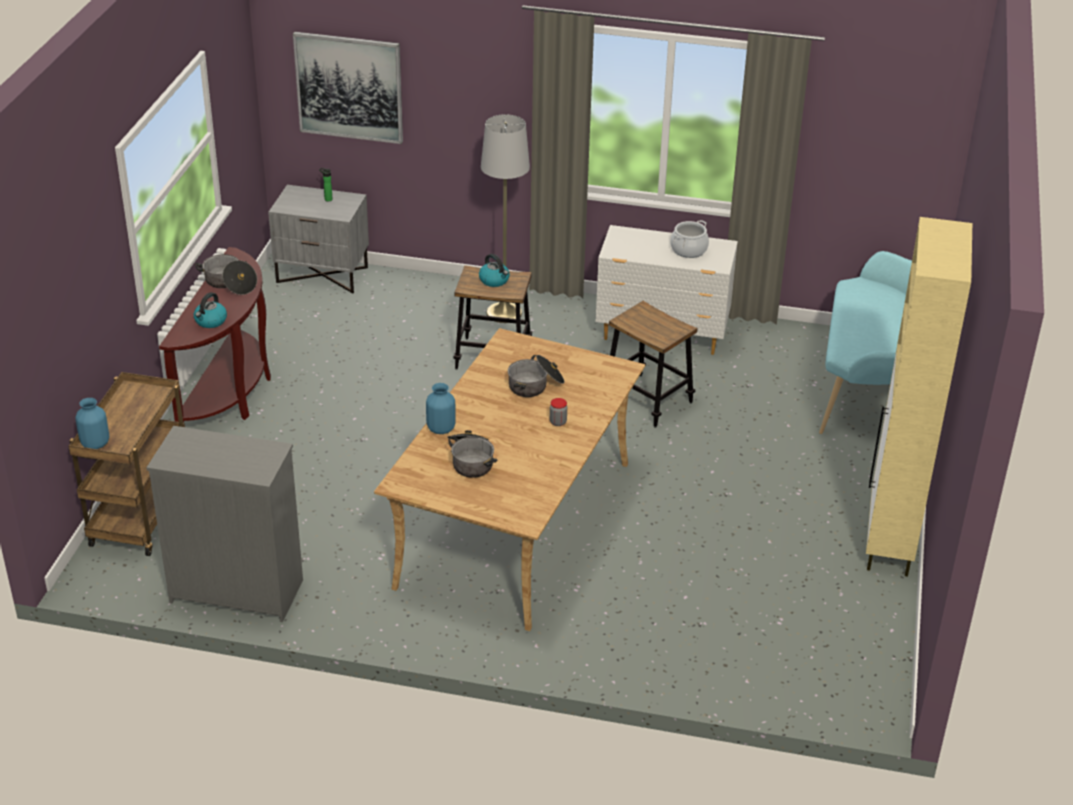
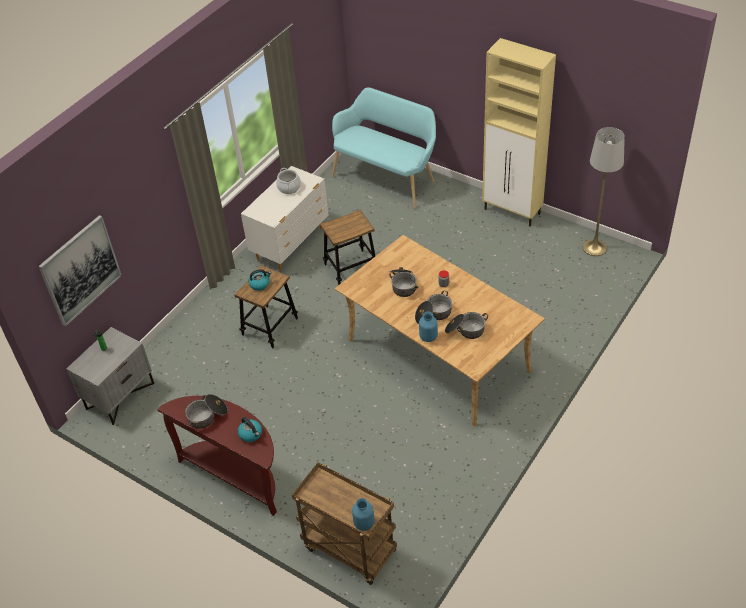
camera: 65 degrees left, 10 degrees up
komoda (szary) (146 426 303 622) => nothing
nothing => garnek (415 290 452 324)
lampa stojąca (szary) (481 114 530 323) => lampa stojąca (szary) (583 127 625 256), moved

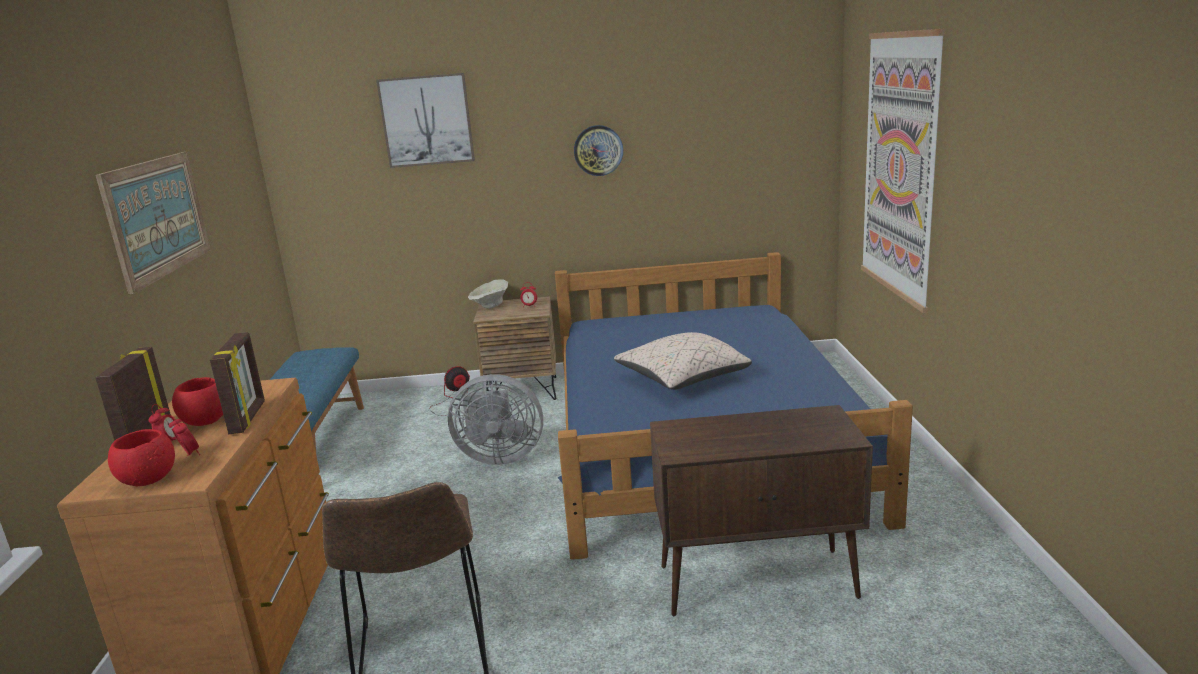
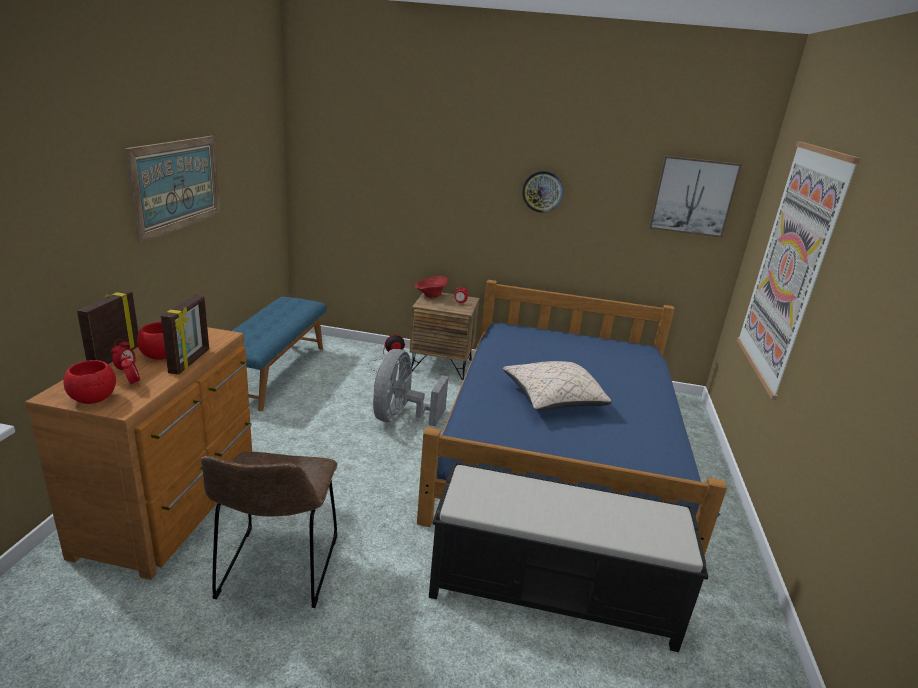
camera: 10 degrees right, 5 degrees up
obraz (376 73 475 168) => obraz (649 155 742 238), moved
szafka (brązowy) (650 405 873 617) => ławka (czarny) (429 462 708 652)
miska (beżowy) (468 279 508 309) => miska (czerwony) (415 276 449 298)
wentylator (szary) (448 374 543 465) => wentylator (szary) (373 349 448 427), 90 degrees clockwise

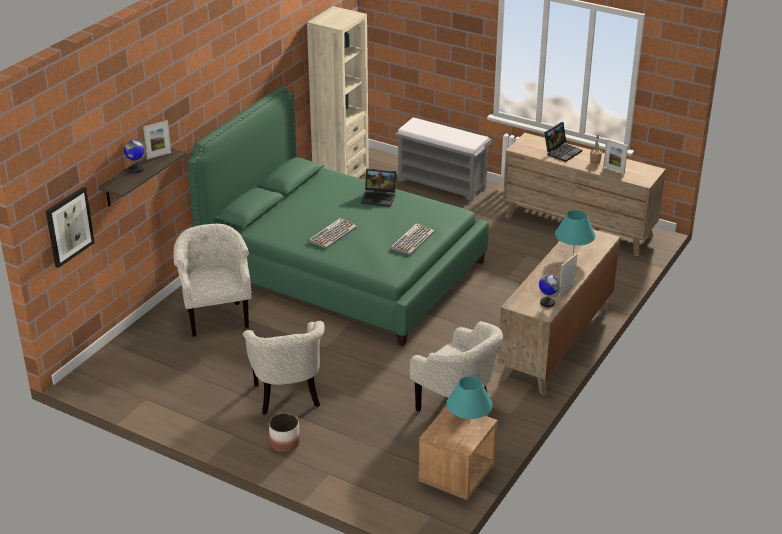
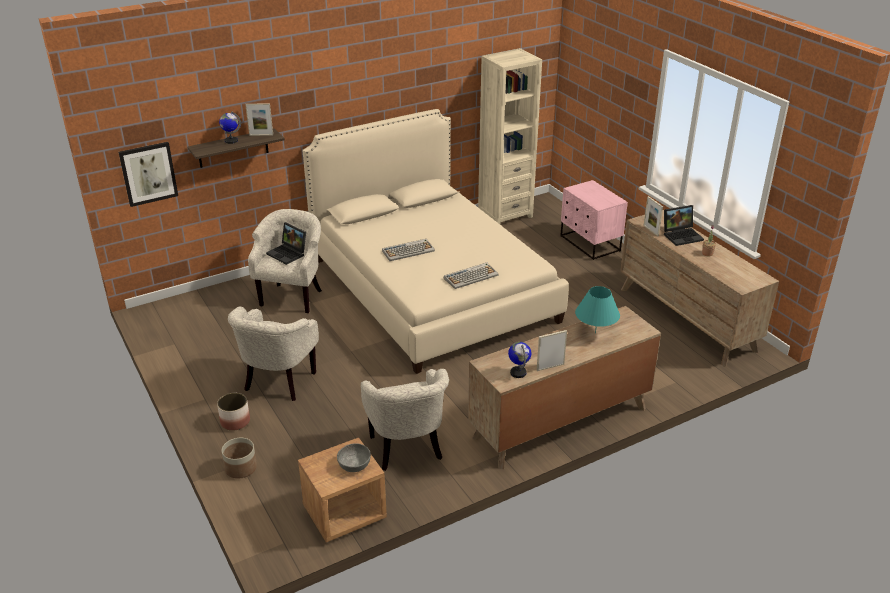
camera: 30 degrees right, 0 degrees up
nothing => donica (221 438 257 479)
laptop (361 169 396 207) => laptop (266 222 306 265), moved
ramka na zdjęcie (603 139 628 174) => ramka na zdjęcie (643 196 663 236), moved
ławka (szary) (395 117 492 202) => szafka nocna (różowy) (560 180 628 260)
lampa stołowa (turkusowy) (447 376 493 424) => miska (szary) (337 443 371 472)
łóżko (zielony) (187 86 489 346) => łóżko (beżowy) (303 109 569 374)

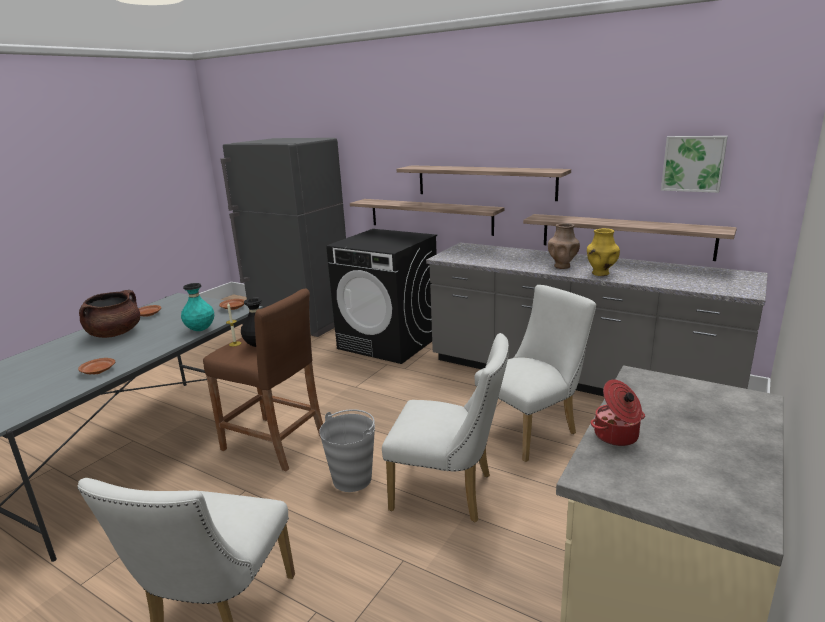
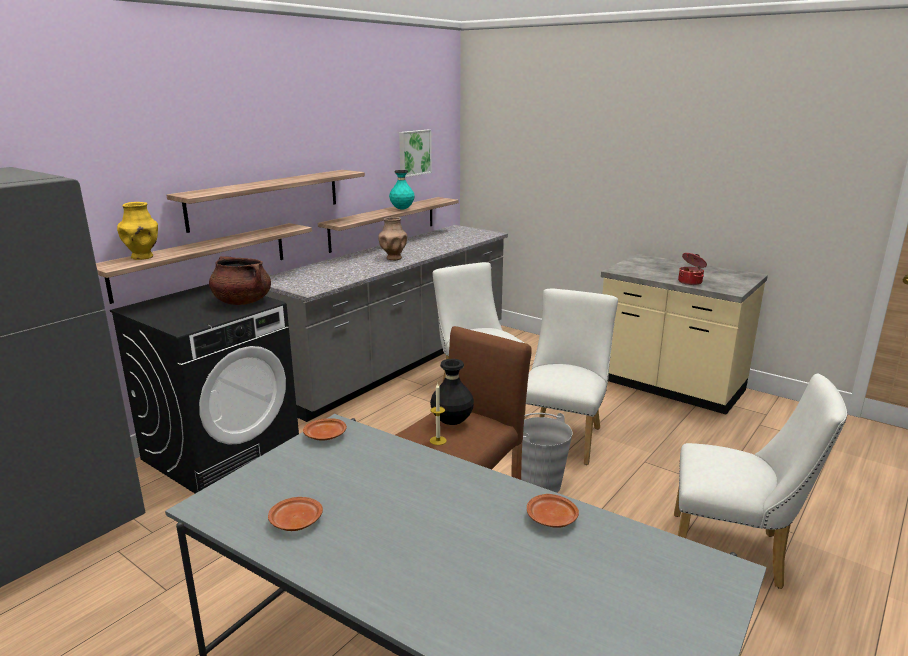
camera: 85 degrees left, 0 degrees up
garnek (brązowy) (79 290 140 338) => garnek (brązowy) (209 256 271 305), moved
wazon (turkusowy) (181 283 214 331) => wazon (turkusowy) (389 170 415 210), moved
wazon (żółty) (587 228 620 276) => wazon (żółty) (117 202 158 260), moved

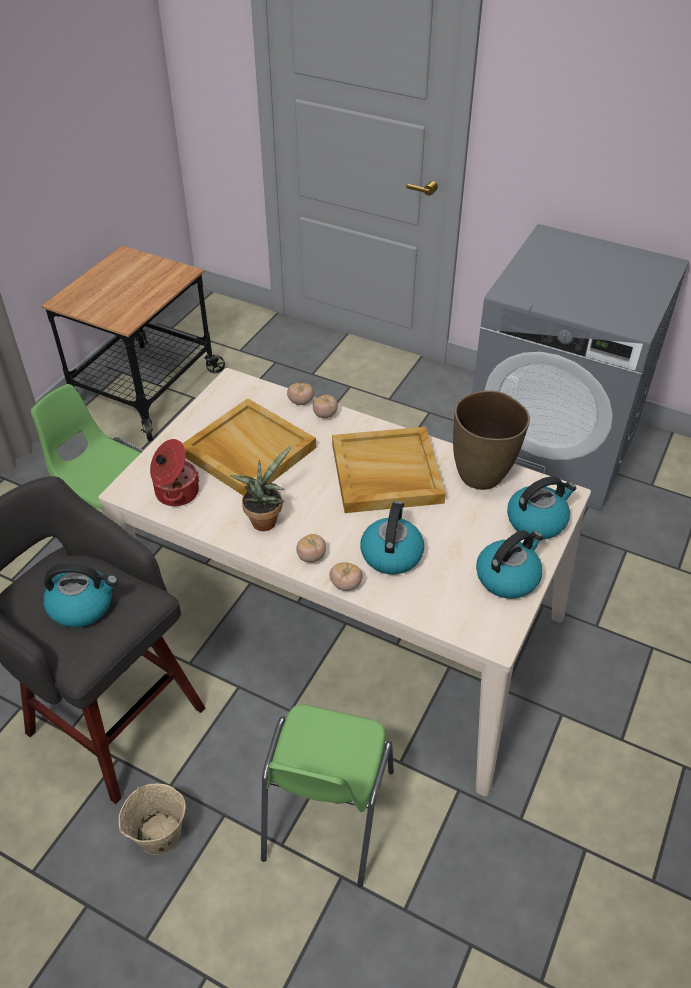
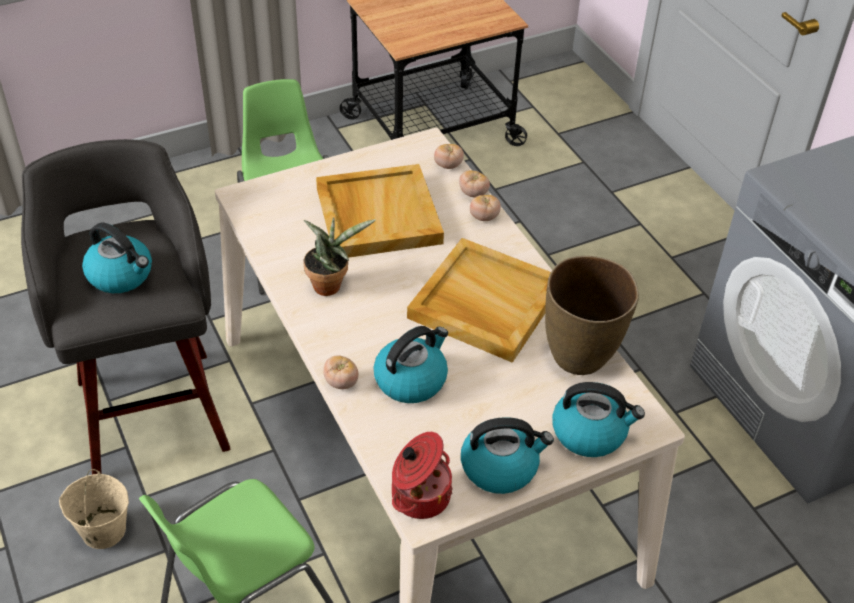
camera: 35 degrees right, 0 degrees up
garnek (150 439 200 506) => garnek (392 432 453 519), moved
pomidor (296 534 326 562) => pomidor (434 144 464 169), moved

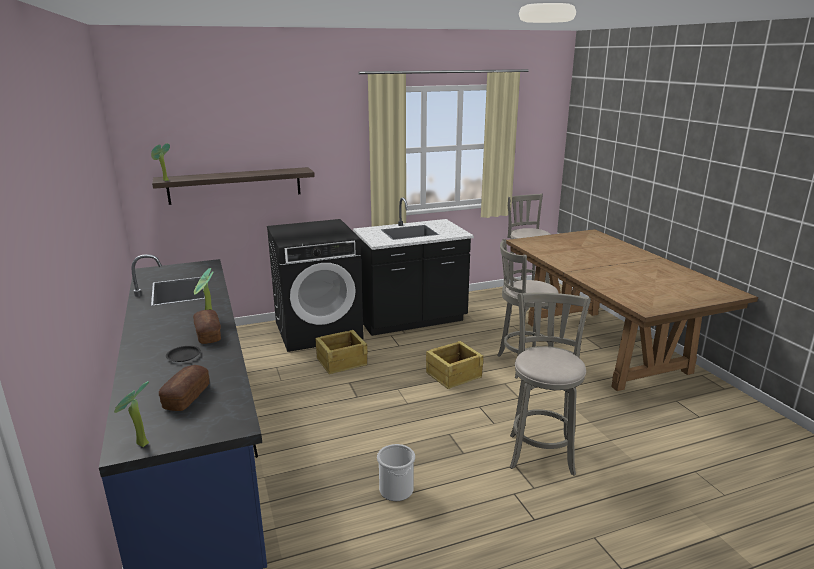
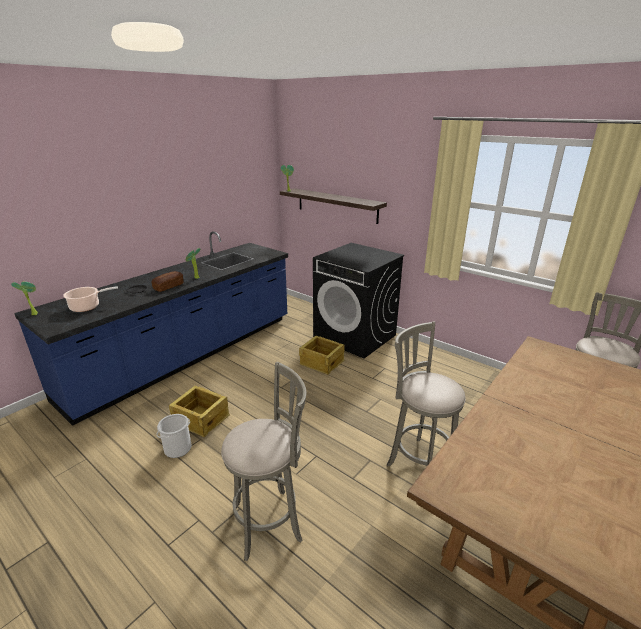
camera: 60 degrees right, 5 degrees up
zabudowa kuchenna (czarny) (353 197 474 336) => nothing
skrzynka (426 341 483 389) => skrzynka (169 386 230 437), moved
chleb (159 365 209 411) => garnek (63 286 118 312)

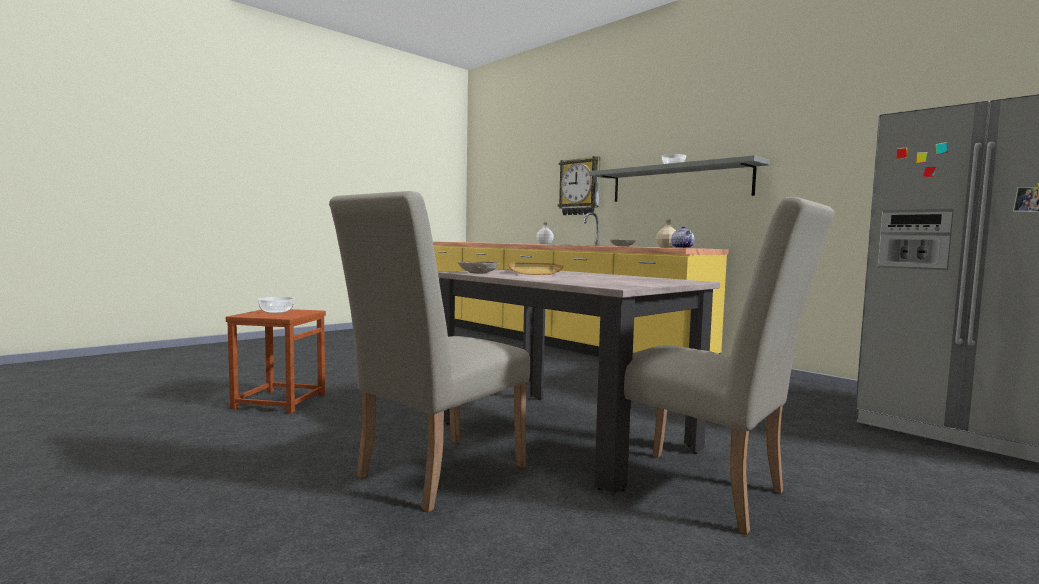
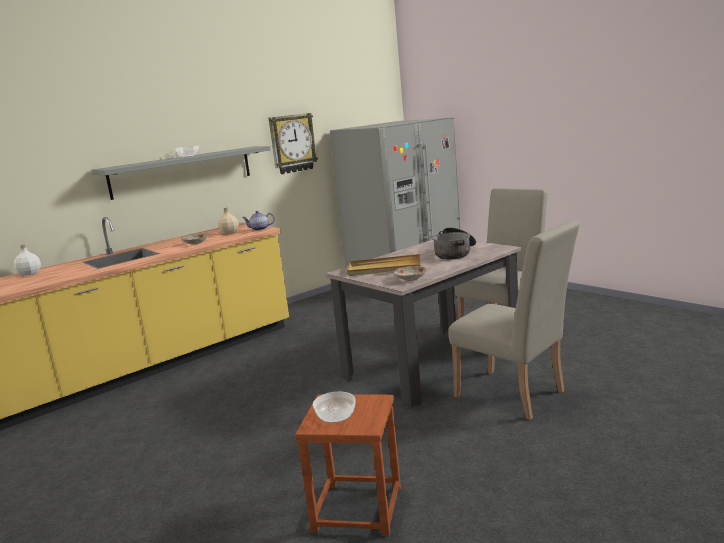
camera: 85 degrees left, 10 degrees up
nothing => garnek (432 227 476 259)
zegar ścienny (558 156 600 215) => zegar ścienny (269 113 318 174), moved

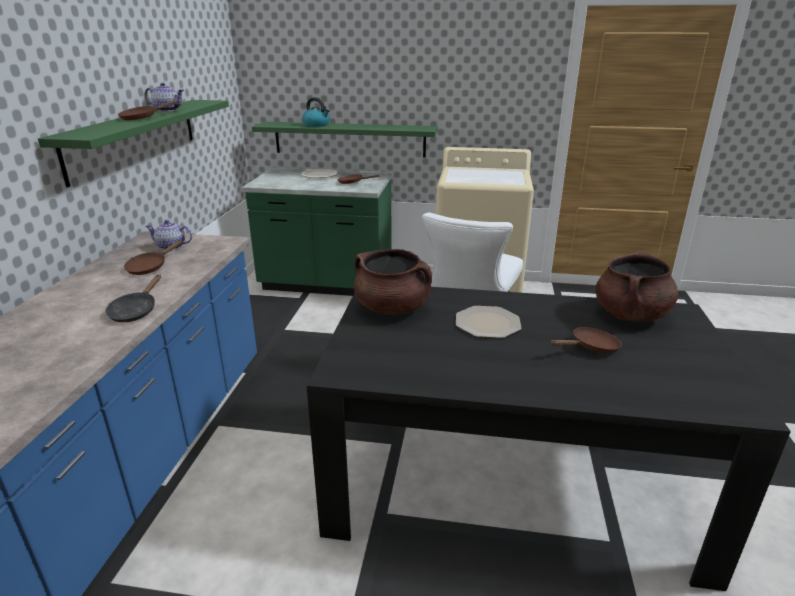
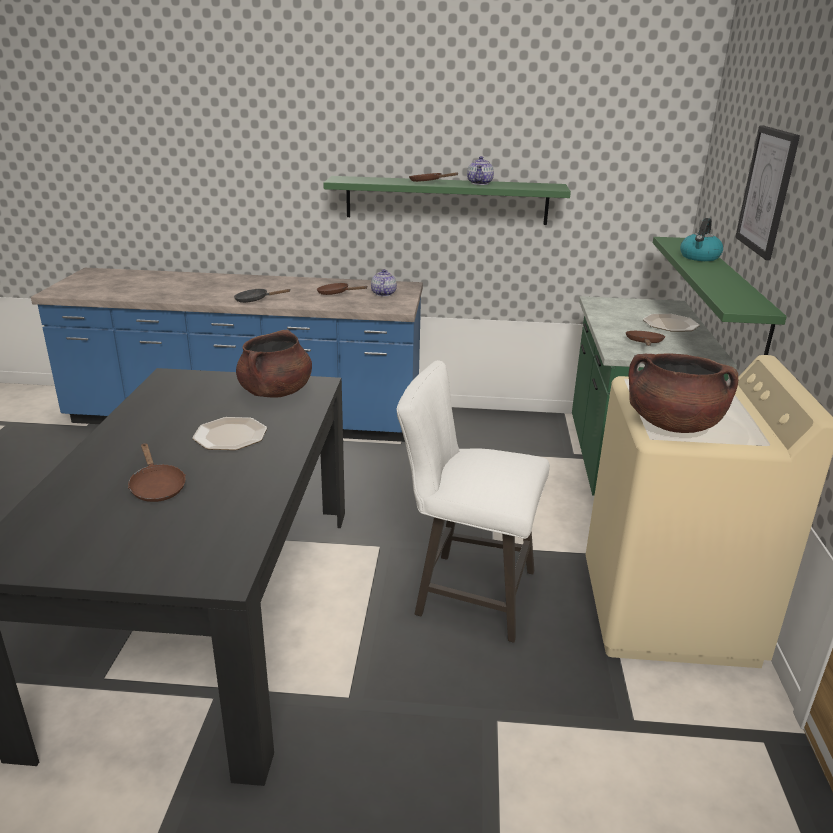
camera: 85 degrees right, 0 degrees up
nothing => obraz (735 125 800 260)
garnek (brązowy) (595 252 678 322) => garnek (brązowy) (628 353 738 433), moved

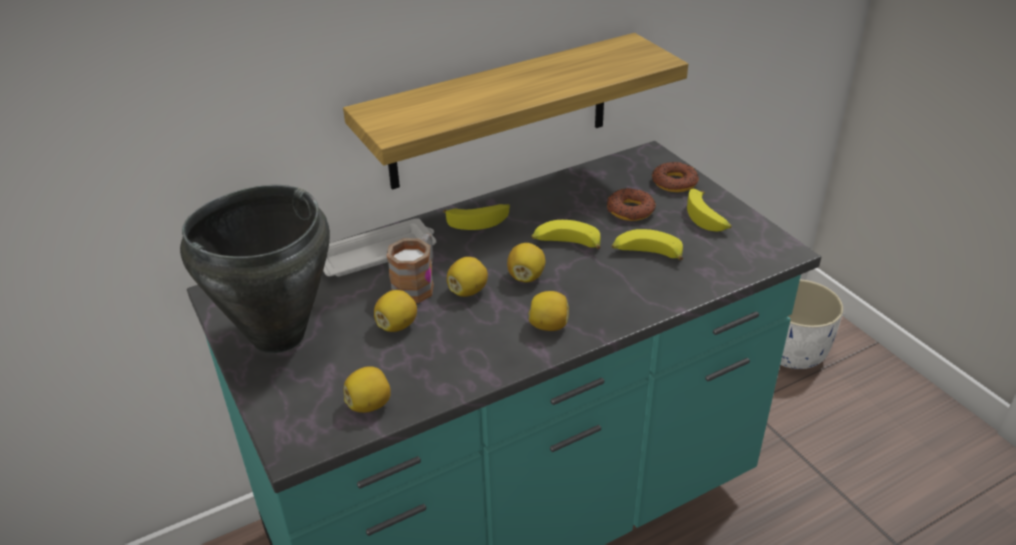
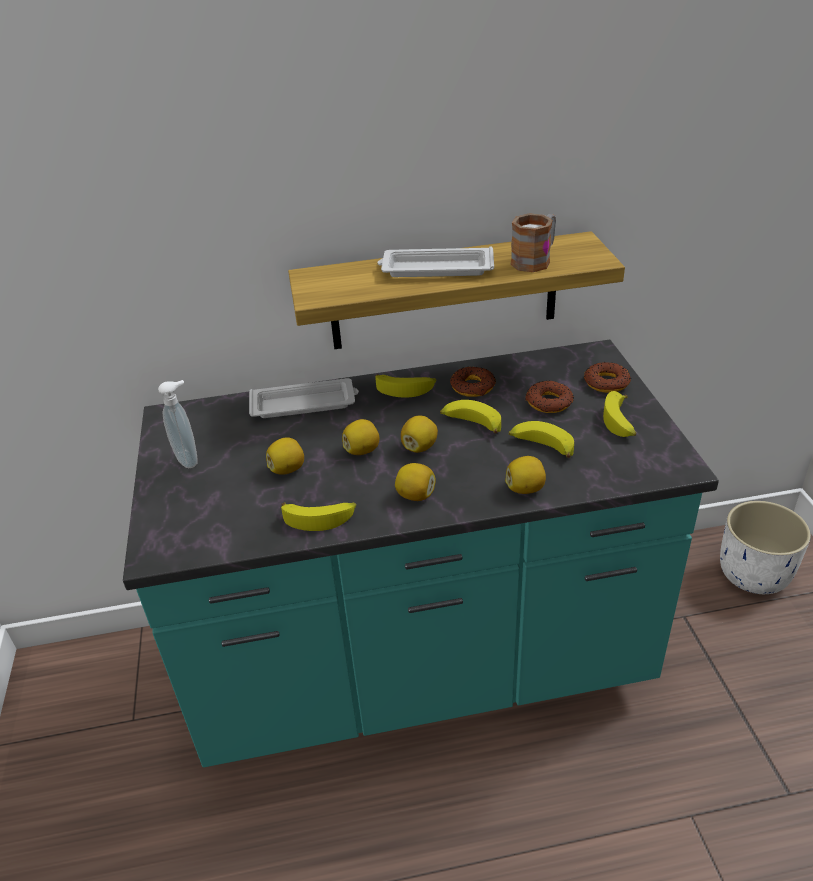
camera: 20 degrees right, 0 degrees up
nothing => banan (281 502 356 531)
nothing => taca (biały) (377 246 494 277)
nothing => donut (450 367 496 397)
cytryna (344 366 391 413) => cytryna (505 456 546 494), moved
kubek (387 234 434 303) => kubek (510 213 556 272), moved
garnek (czarny) (180 185 330 353) => dozownik mydła (158 380 197 468)

